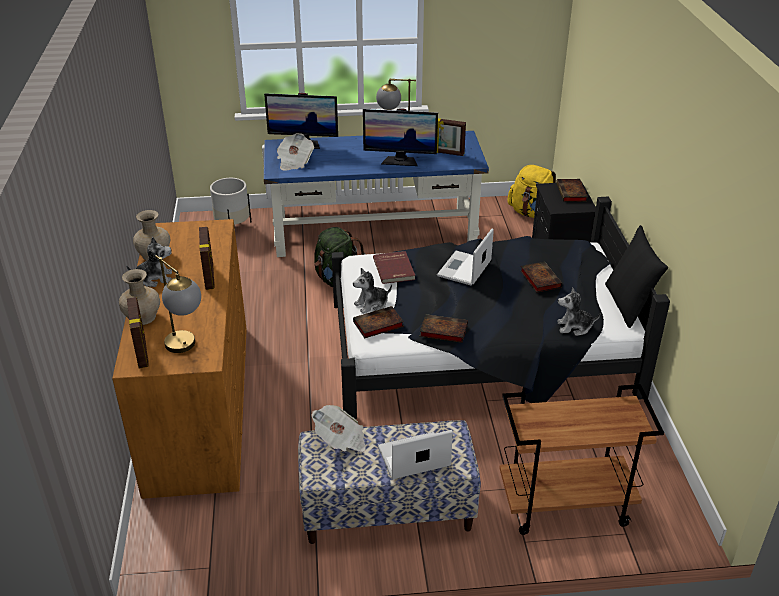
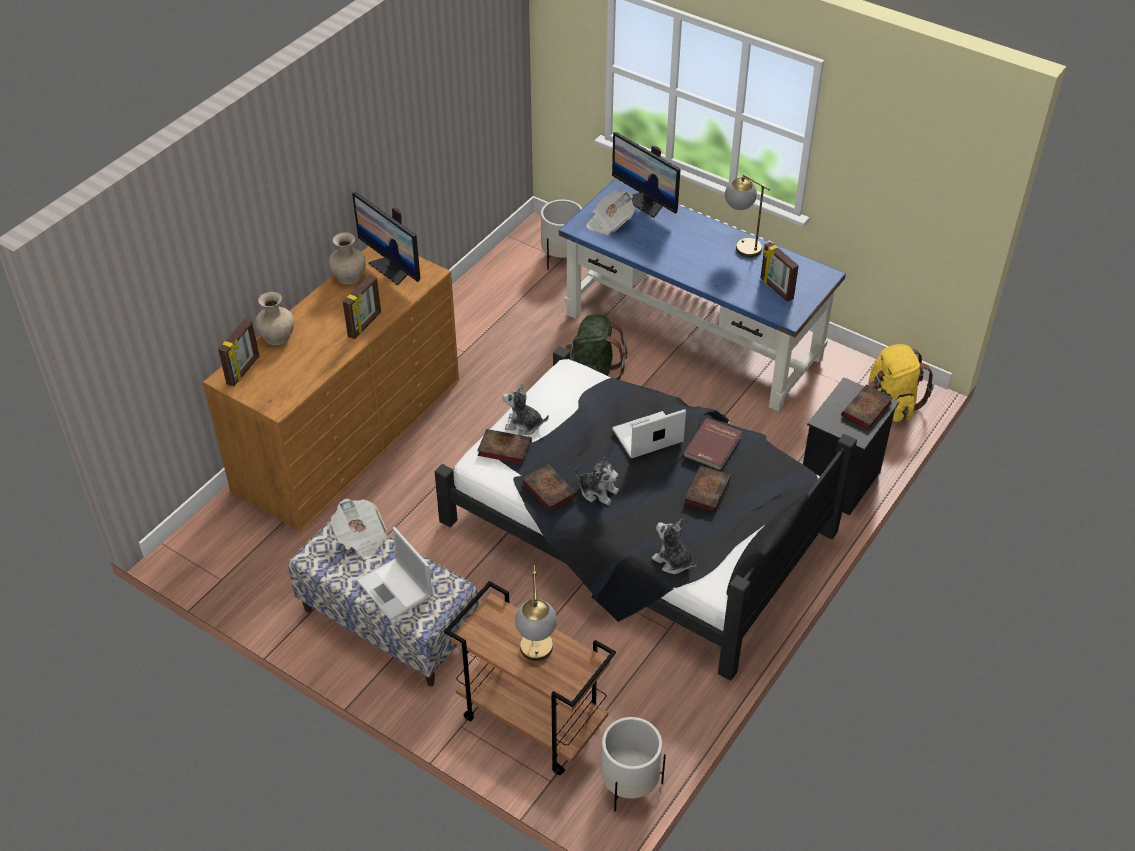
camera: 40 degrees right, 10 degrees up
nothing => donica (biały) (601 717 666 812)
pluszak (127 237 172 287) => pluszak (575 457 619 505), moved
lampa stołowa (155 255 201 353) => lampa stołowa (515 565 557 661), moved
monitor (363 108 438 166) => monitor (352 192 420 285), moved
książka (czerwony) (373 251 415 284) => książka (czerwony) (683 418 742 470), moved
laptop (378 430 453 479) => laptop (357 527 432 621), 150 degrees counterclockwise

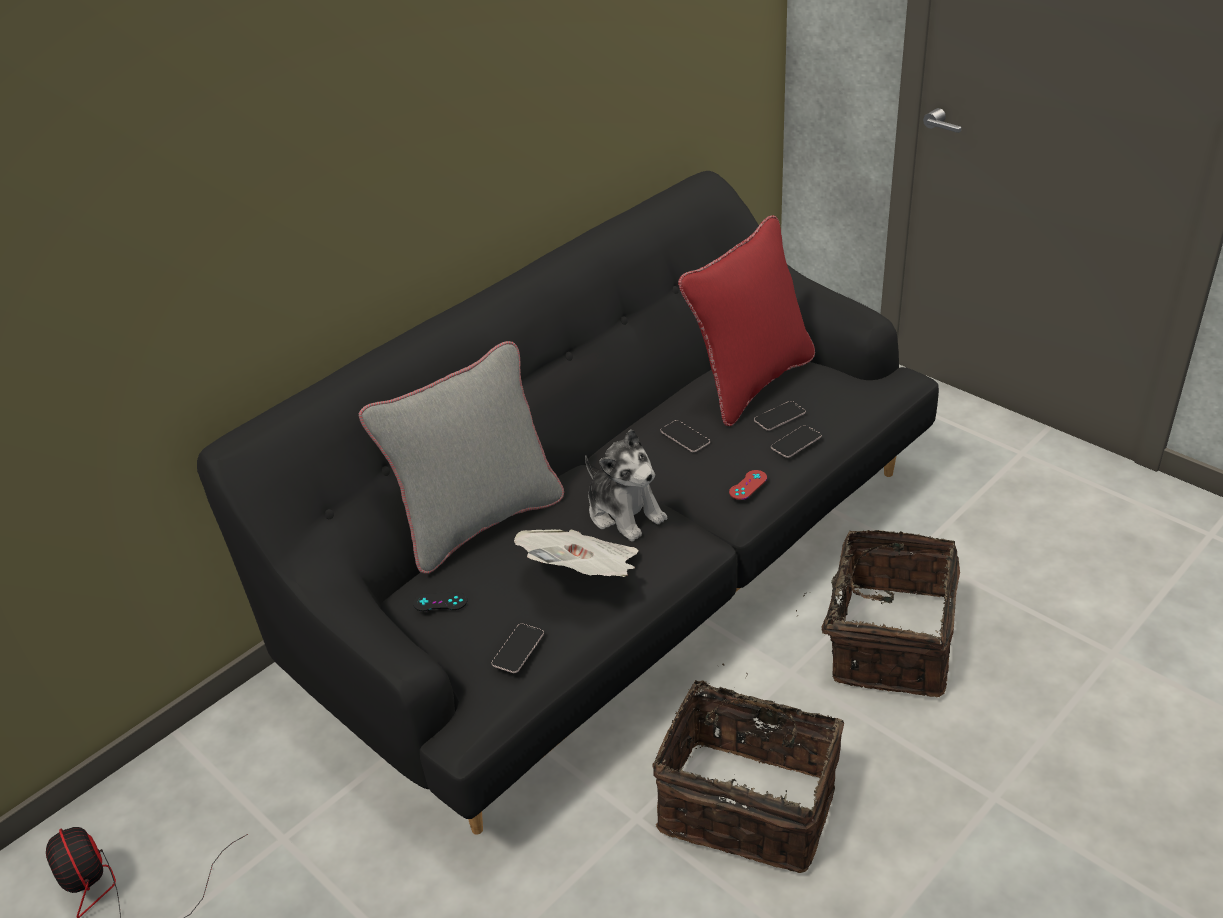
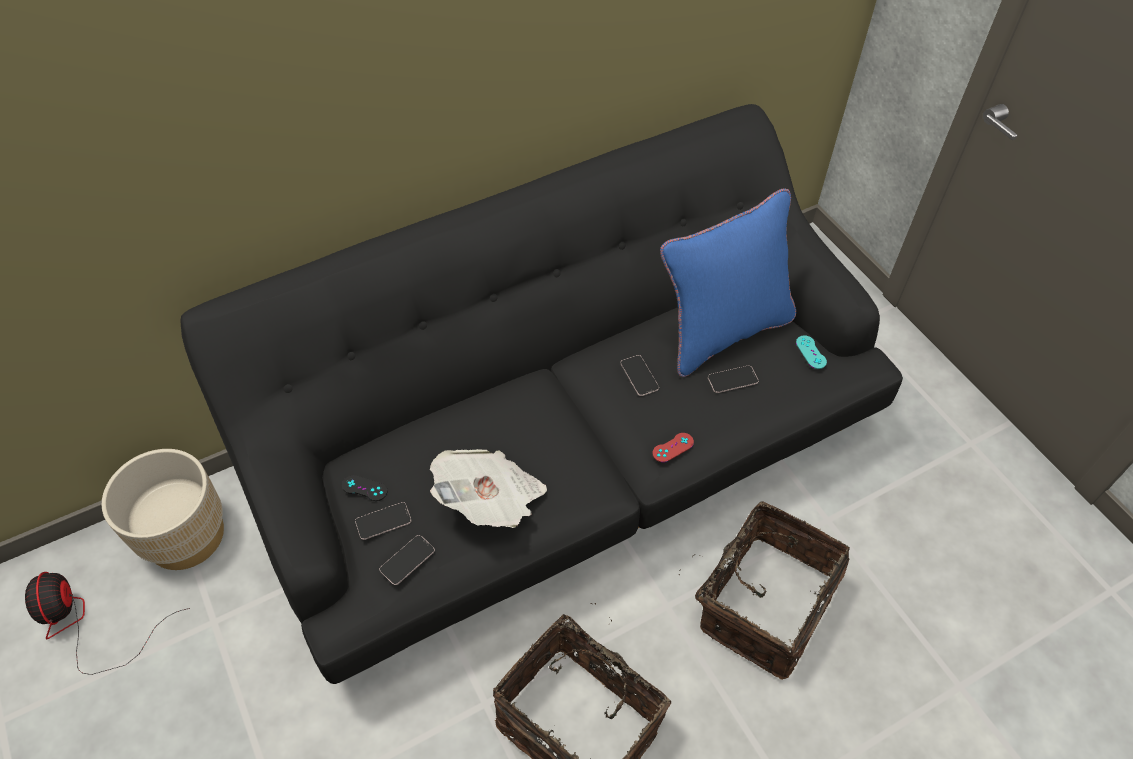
camera: 15 degrees right, 15 degrees up
poduszka (szary) (359 341 564 574) => nothing
pluszak (585 429 667 542) => nothing
nothing => donica (beżowy) (102 449 224 570)
nothing => pad do gier (turkusowy) (796 335 827 369)
telefon (771 425 822 458) => telefon (355 502 411 540), moved
poduszka (czerwony) (678 215 815 426) => poduszka (niebieski) (660 188 796 377)

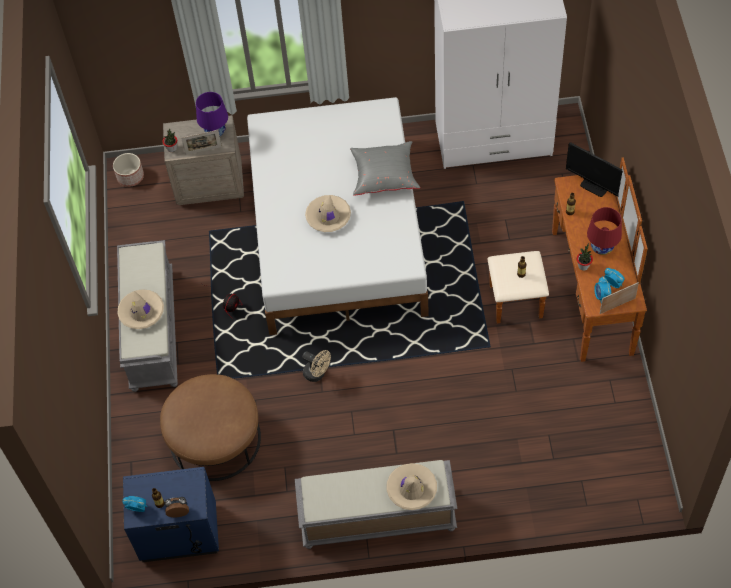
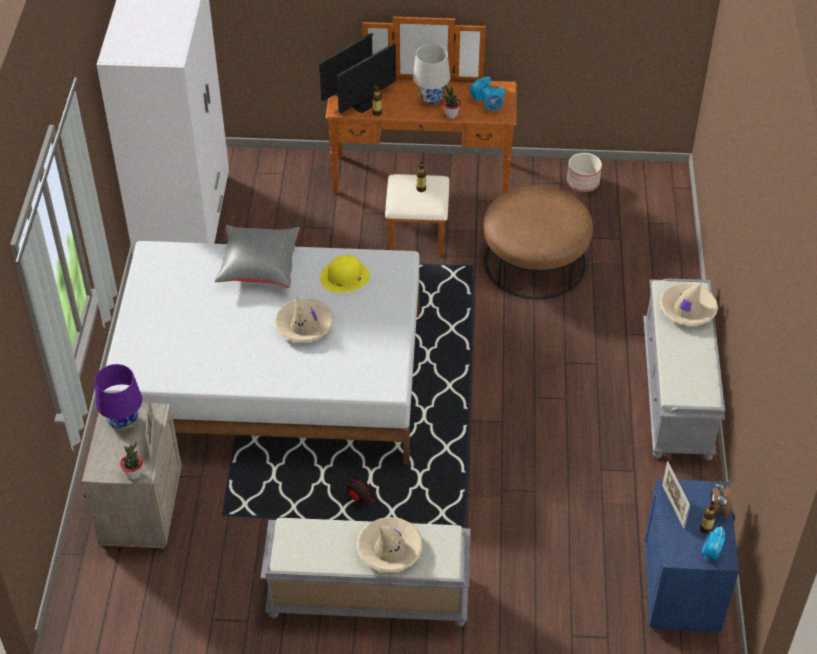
camera: 85 degrees left, 10 degrees down
wentylator (beżowy) (302 350 331 382) => nothing
nothing => kapelusz (żółty) (320 255 370 293)
nothing => monitor (337 43 396 114)
donica (113 153 144 187) => donica (567 153 602 192), moved
pufa (brązowy) (160 374 261 481) => pufa (brązowy) (483 186 593 299), moved
ramka na zdjęcie (600 282 639 314) => ramka na zdjęcie (662 461 690 529), moved
lampa stołowa (czerwony) (587 207 622 255) => lampa stołowa (biały) (413 44 450 104)

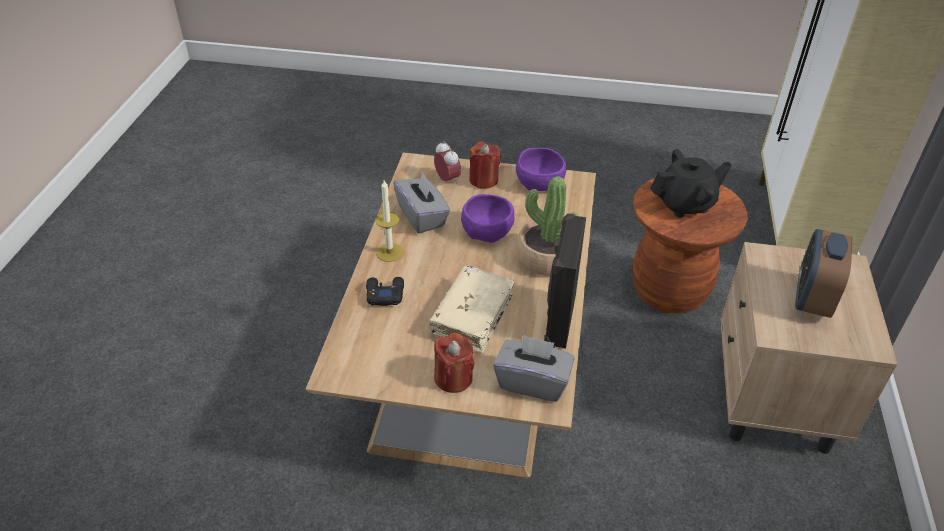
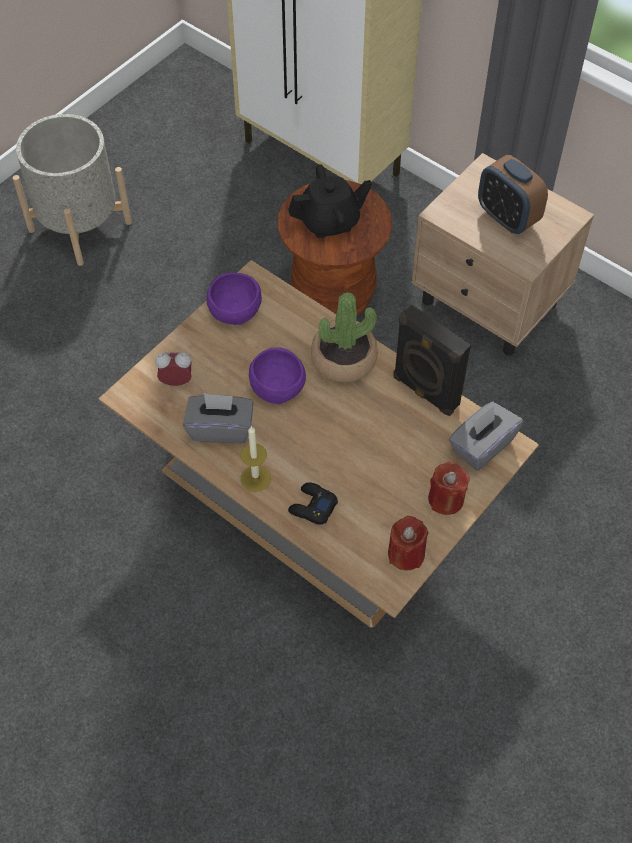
camera: 60 degrees left, 15 degrees up
książka (beżowy) (428 266 515 353) => nothing
nothing => donica (szary) (13 114 132 266)
świeca (czerwony) (469 142 501 188) => świeca (czerwony) (388 516 429 570), moved
imbryk (czarny) (650 149 732 217) => imbryk (czarny) (288 164 372 238), 60 degrees clockwise

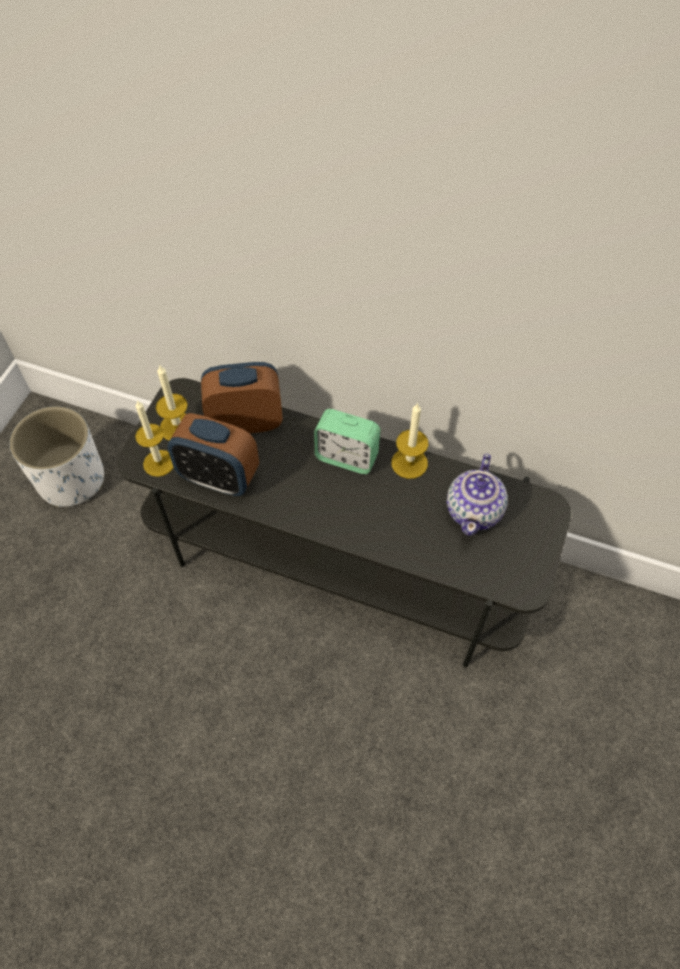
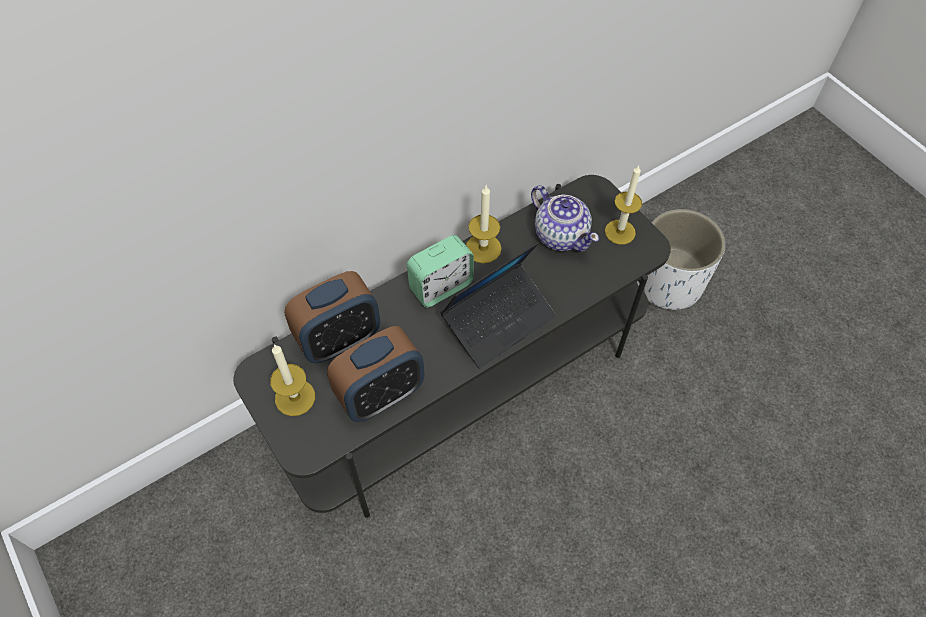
camera: 55 degrees left, 0 degrees up
nothing => laptop (440 243 556 368)
donica (biały) (10 406 104 507) => donica (biały) (637 209 726 310), moved
świeca (135 400 174 477) => świeca (605 165 642 245), moved
budzik (201 362 283 433) => budzik (284 271 380 363), 150 degrees counterclockwise

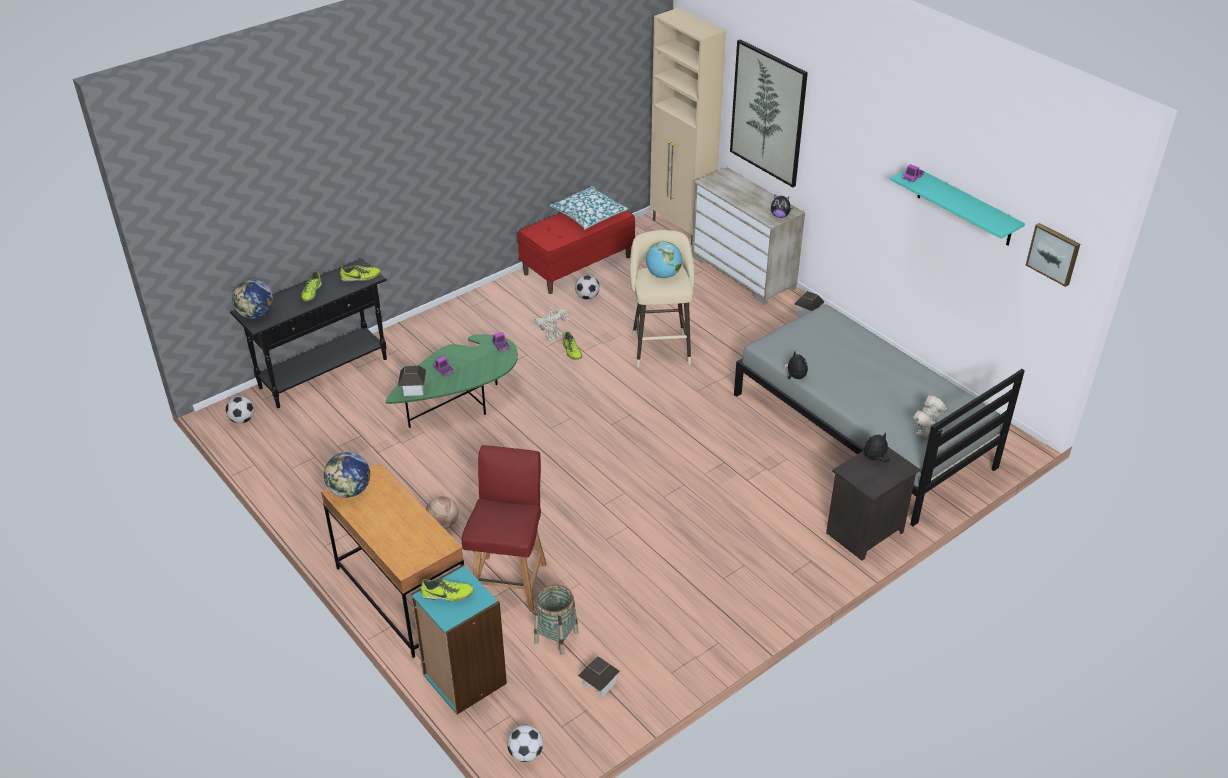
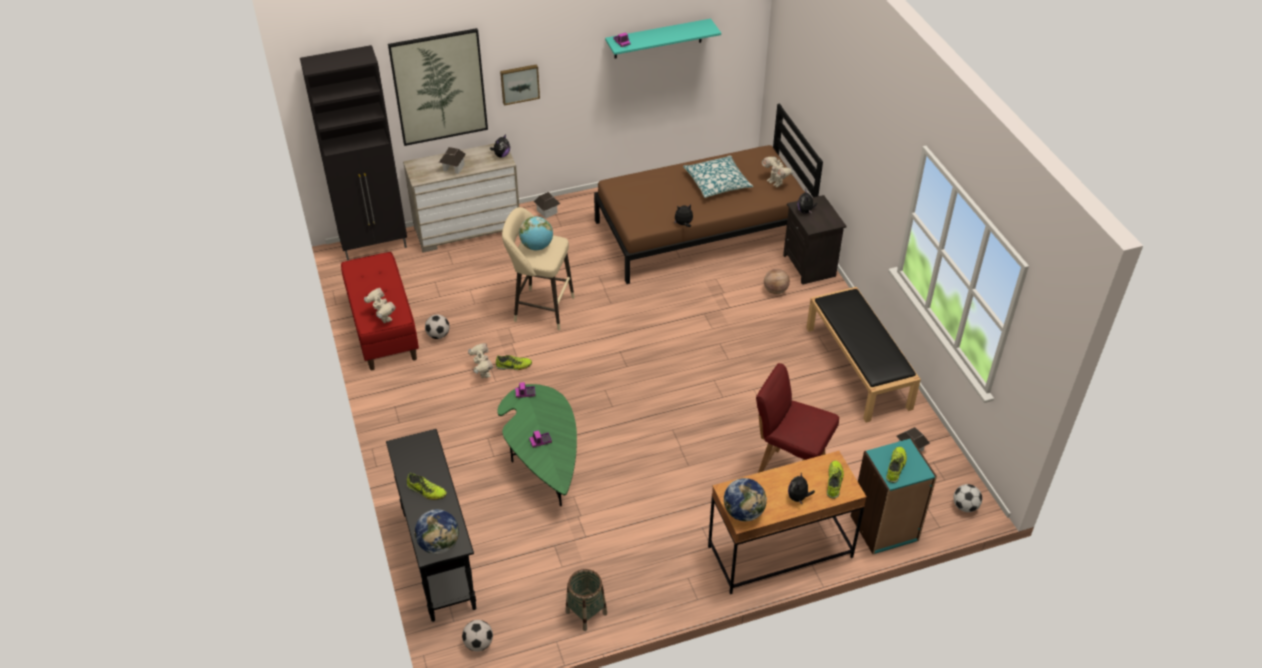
camera: 70 degrees left, 5 degrees up
nothing => robot zabawkowy (364 288 396 323)
nothing => pluszak (788 472 815 504)
nothing => ławka (czarny) (806 287 921 422)
but (340 265 381 282) => but (827 461 844 499), moved
domek (398 366 427 396) => domek (439 147 466 174), moved
piłka do koszykówki (426 496 459 529) => piłka do koszykówki (764 269 790 294), moved
koszyk (534 584 579 655) => koszyk (566 569 607 631), moved
poduszka (549 186 628 229) => poduszka (683 155 753 198), moved
obraz (1026 223 1080 287) => obraz (500 64 540 106), moved
szafka (beżowy) (650 8 726 246) => szafka (czarny) (300 45 407 260)
łóżko (szary) (734 304 1025 526) => łóżko (brązowy) (594 104 823 284)

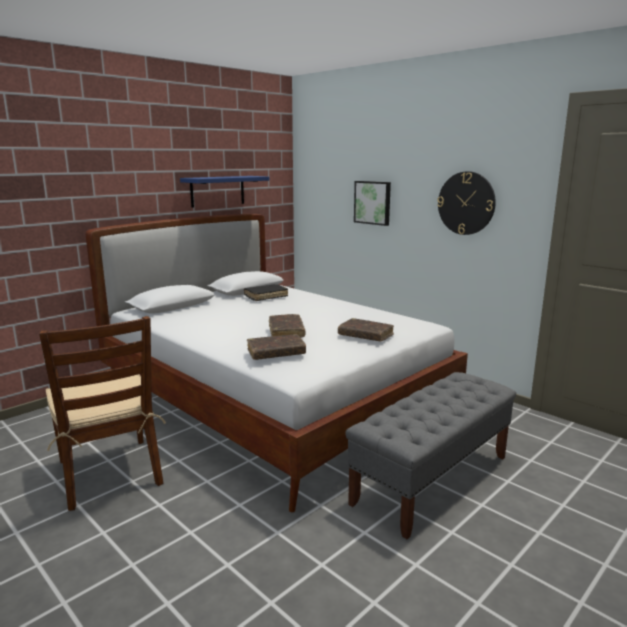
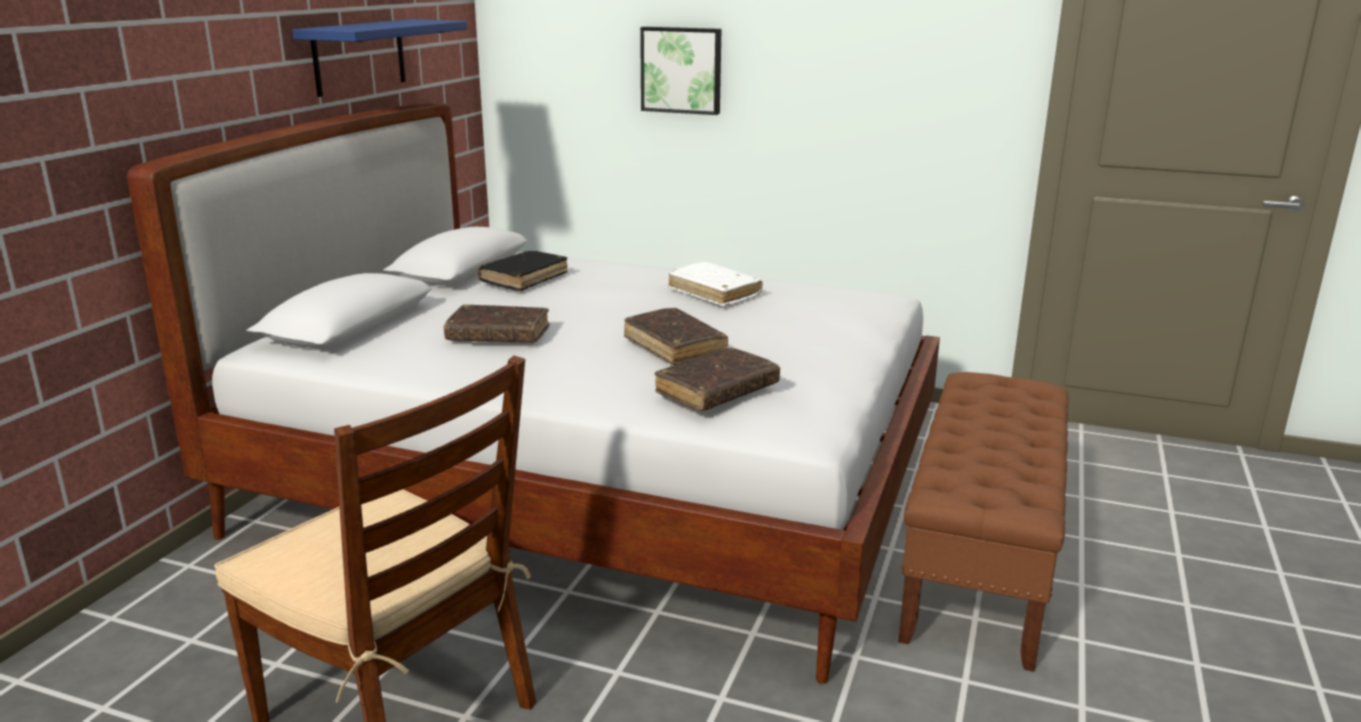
camera: 25 degrees left, 5 degrees up
zegar ścienny (437 171 496 235) => nothing
nothing => książka (biały) (668 262 763 306)
książka (brązowy) (338 318 394 341) => książka (brązowy) (444 305 550 343), moved
ławka (szary) (345 372 516 539) => ławka (brązowy) (898 372 1068 672)

